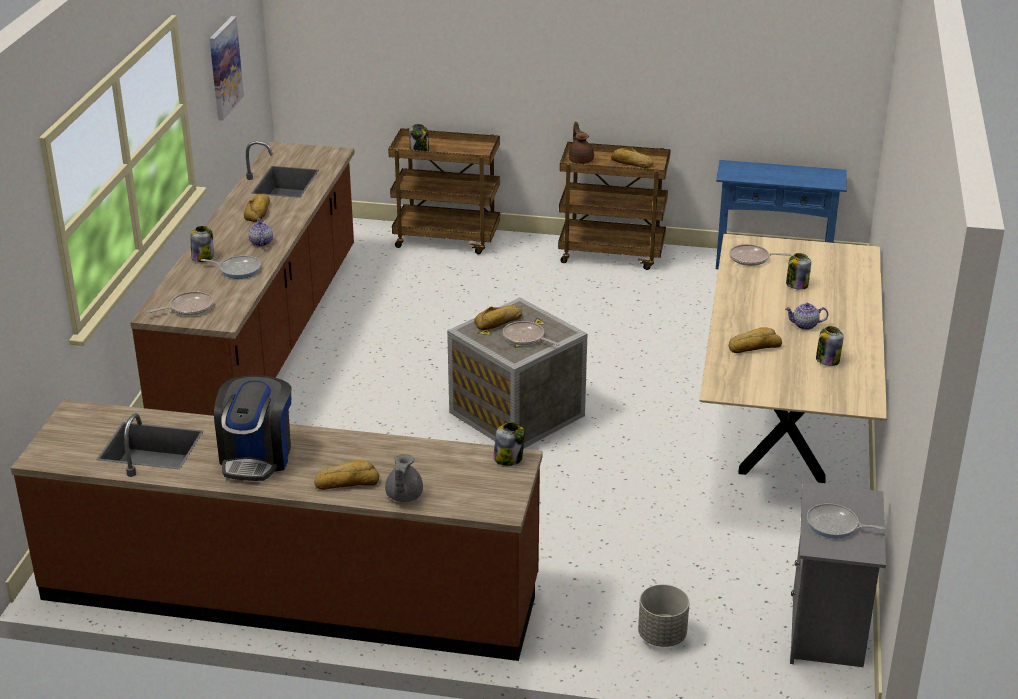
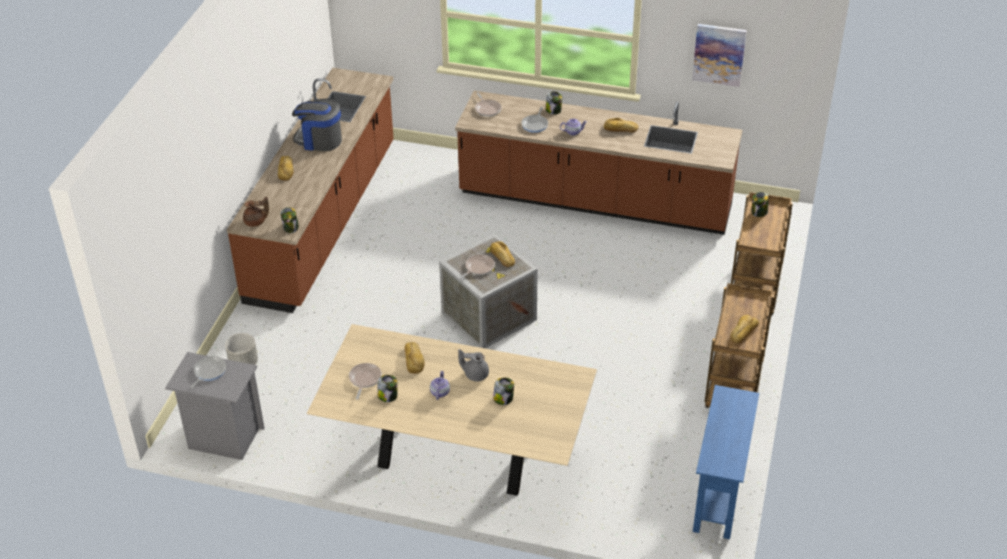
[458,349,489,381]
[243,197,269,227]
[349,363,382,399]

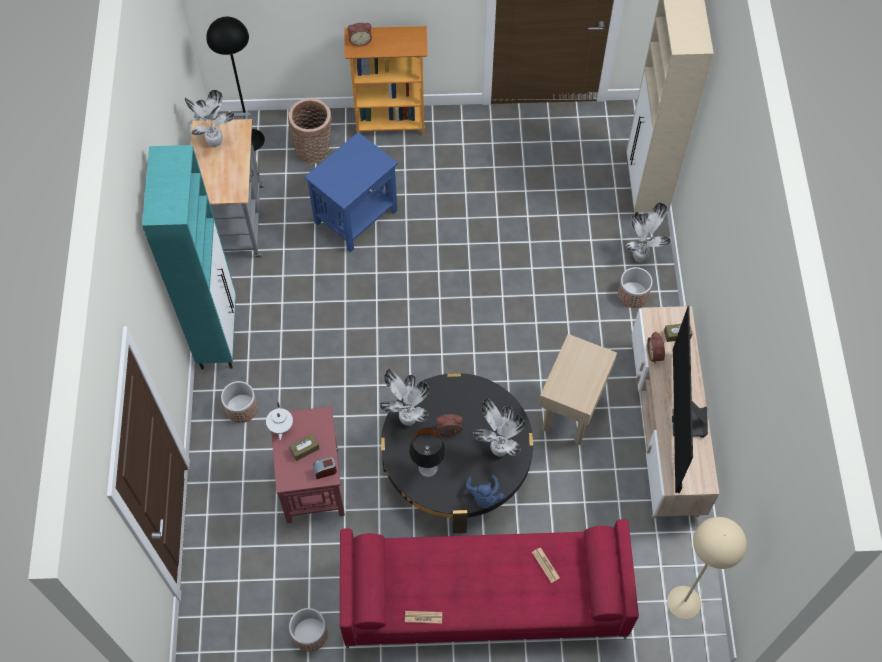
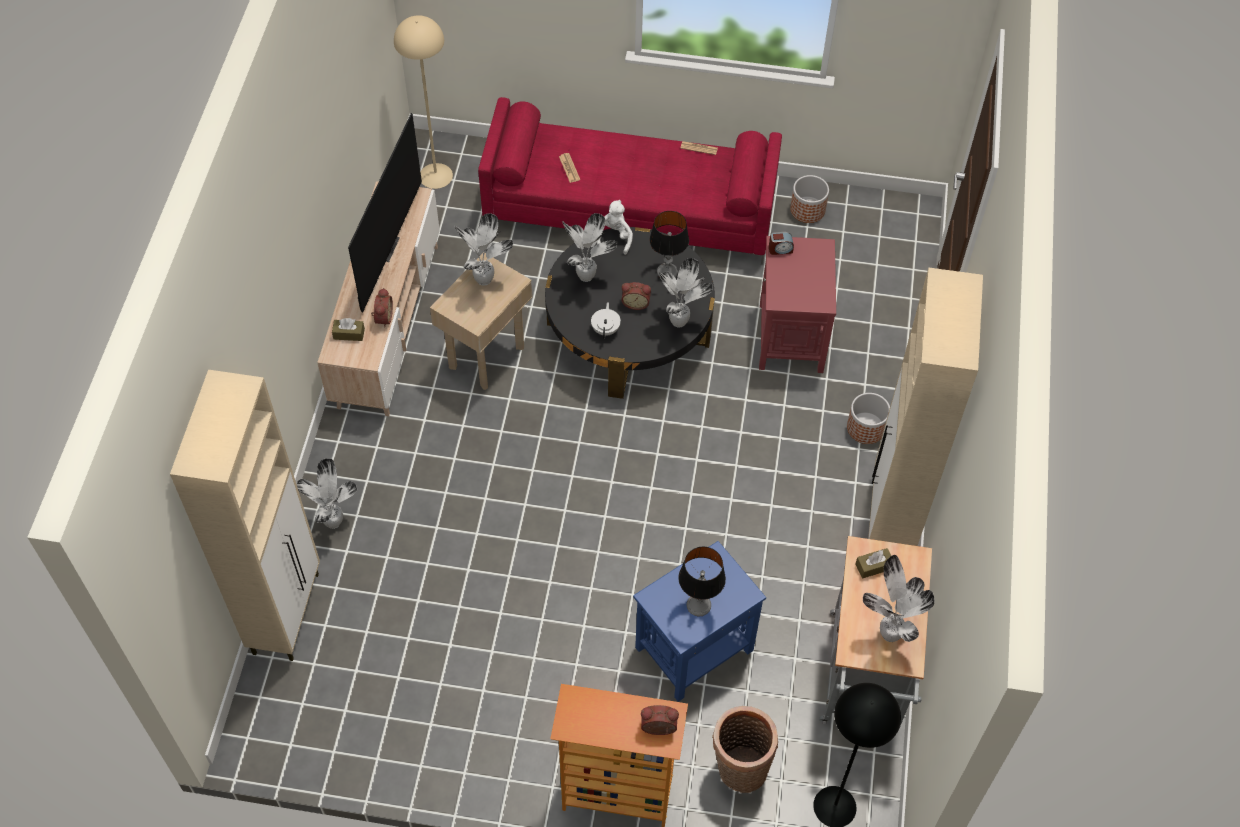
[868,268,983,546]
[591,302,621,339]
[855,548,891,579]
[597,200,633,255]
[618,267,653,308] (first image)
[454,213,513,285]
[678,547,726,616]

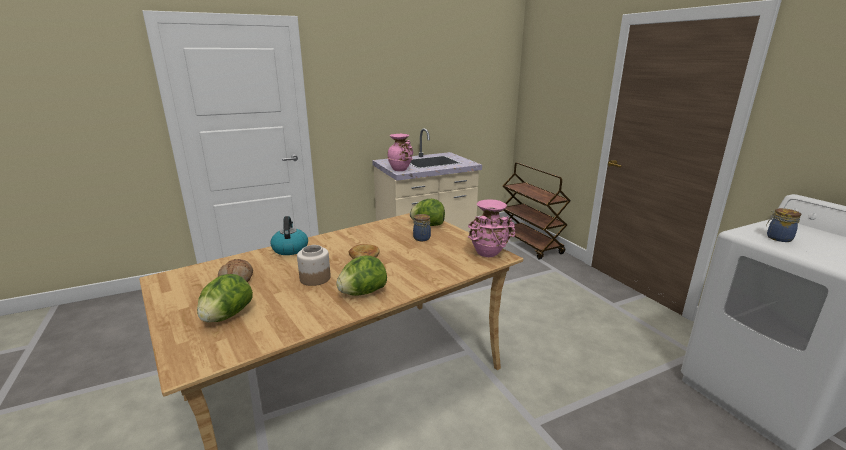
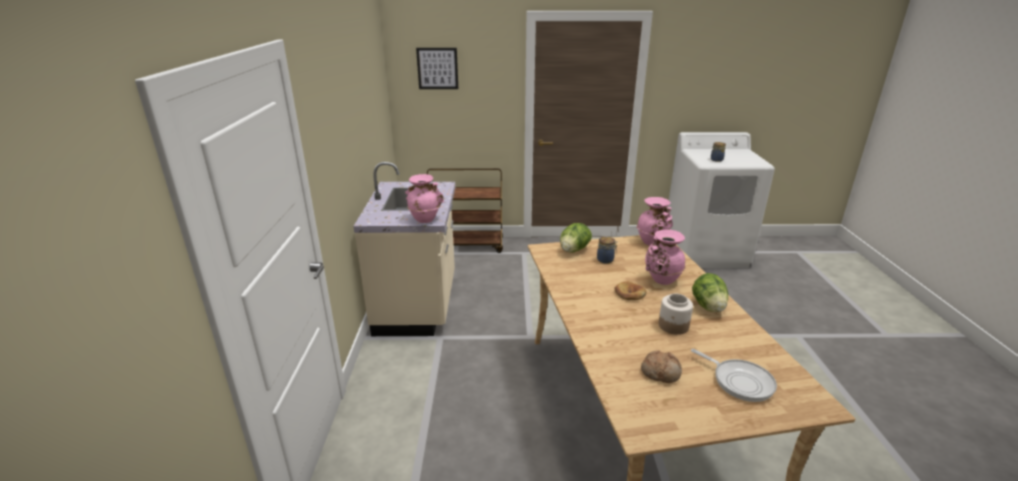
[691,349,777,402]
[271,216,308,255] (first image)
[416,48,458,89]
[645,229,685,285]

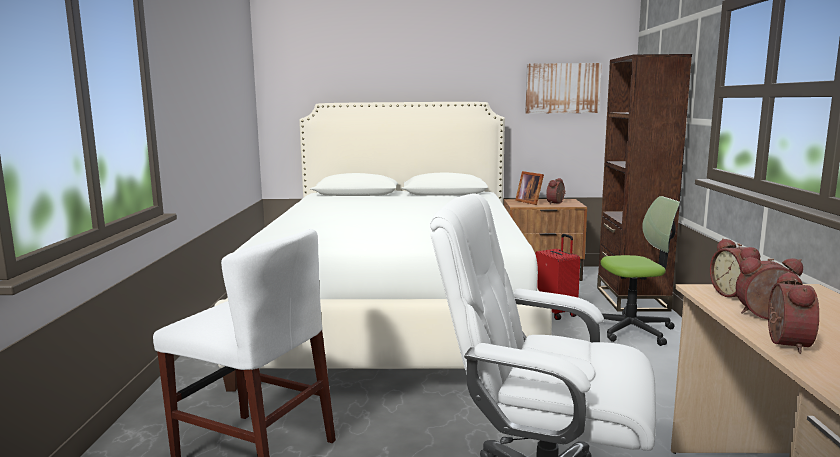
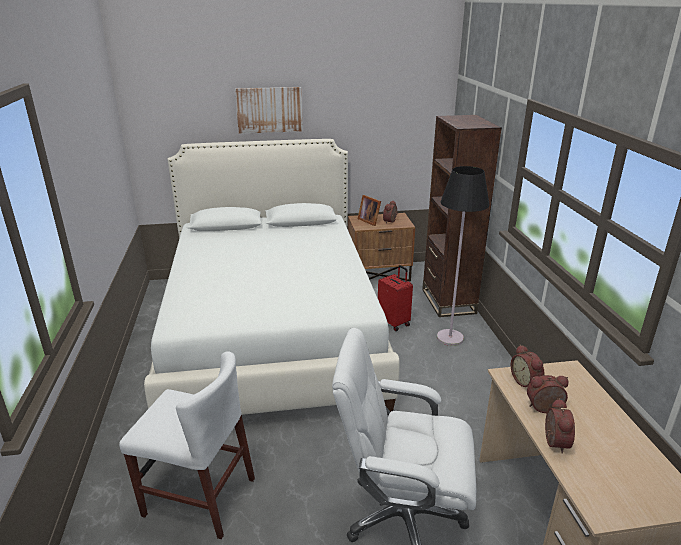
[235,87,303,134]
[437,166,489,346]

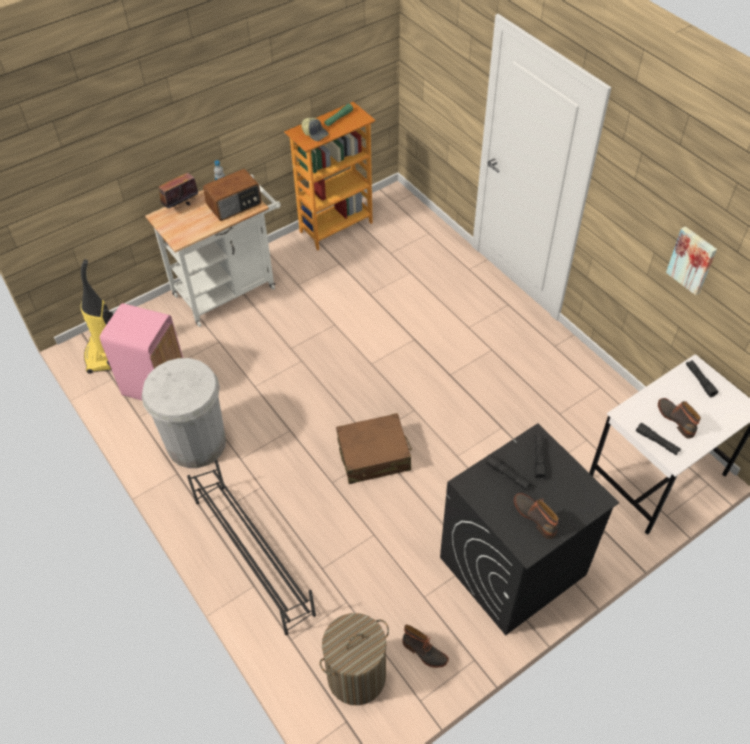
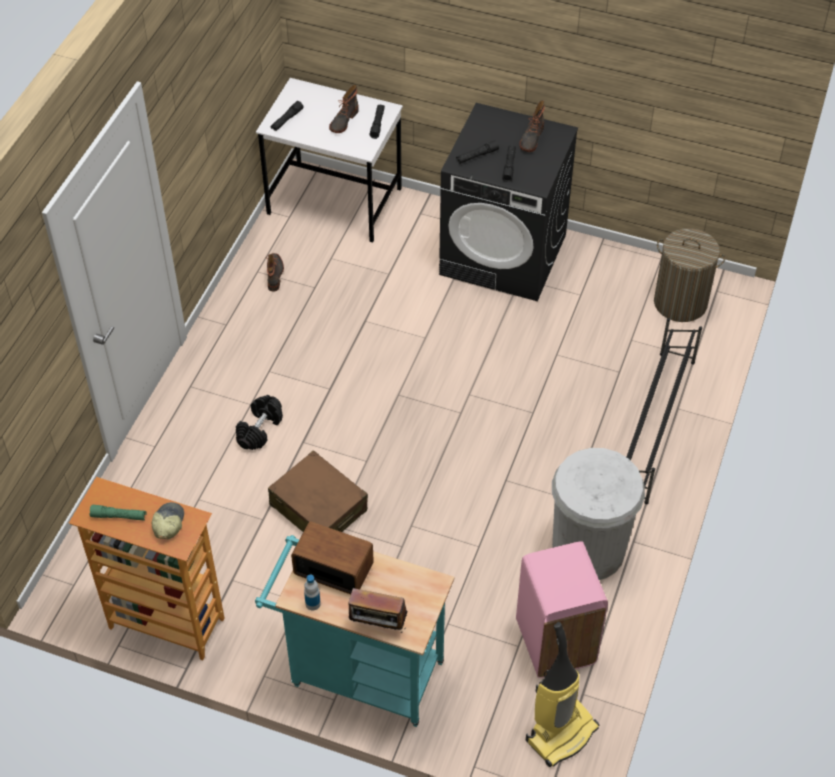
[255,535,454,727]
[268,450,368,532]
[266,253,284,292]
[666,226,717,295] (first image)
[236,395,283,450]

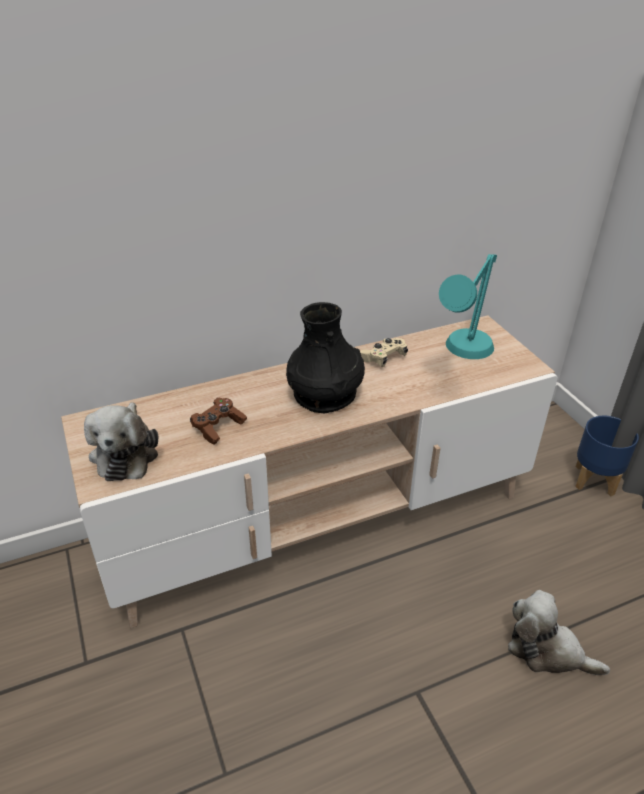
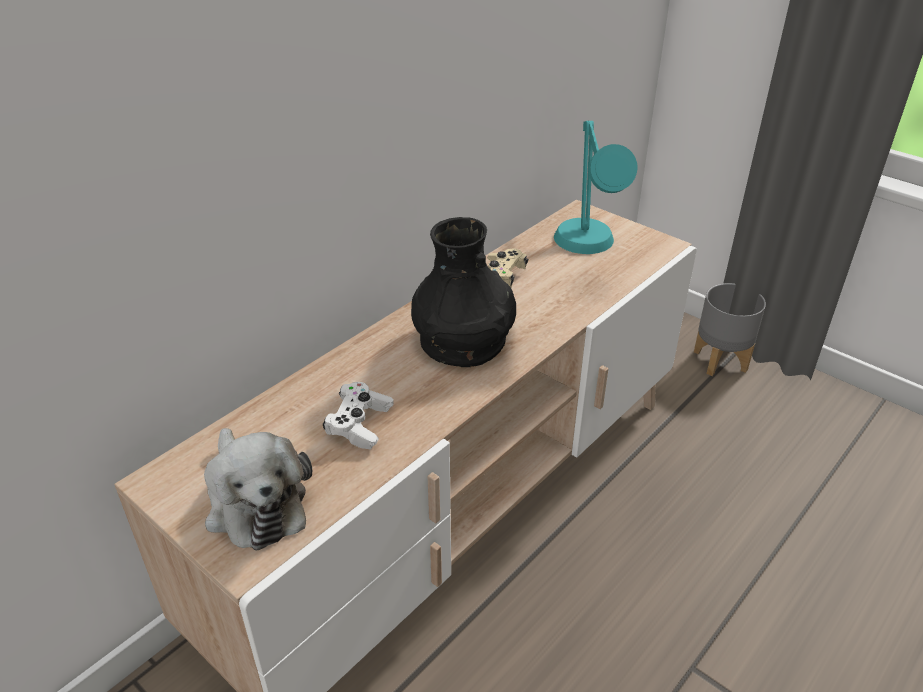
[322,382,394,450]
[508,590,610,675] (first image)
[694,283,766,376]

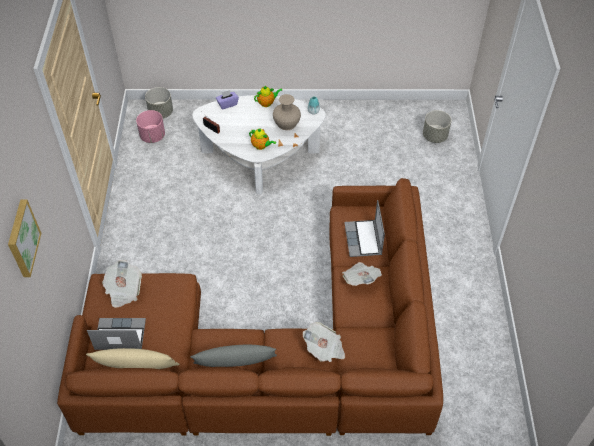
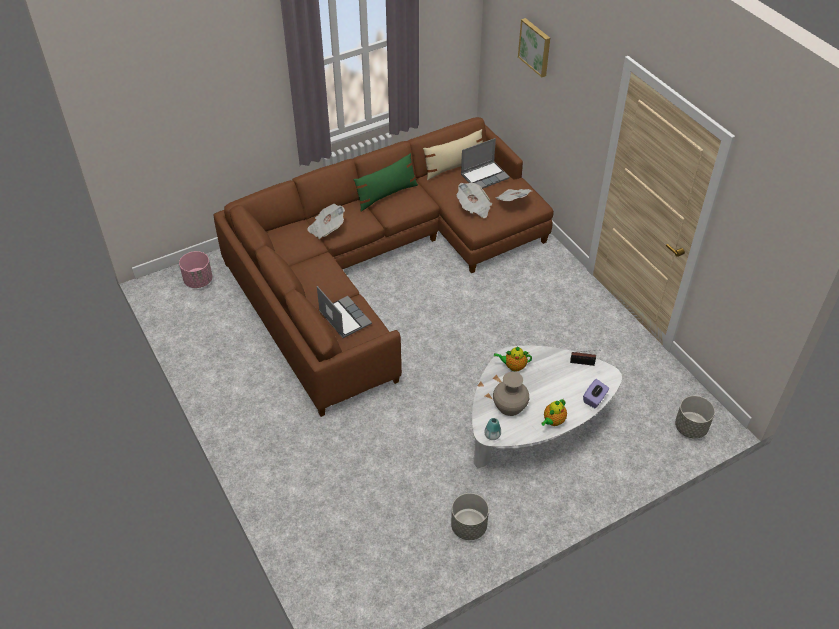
[179,251,213,288]
[354,153,418,212]
[457,182,492,218]
[451,493,489,540]

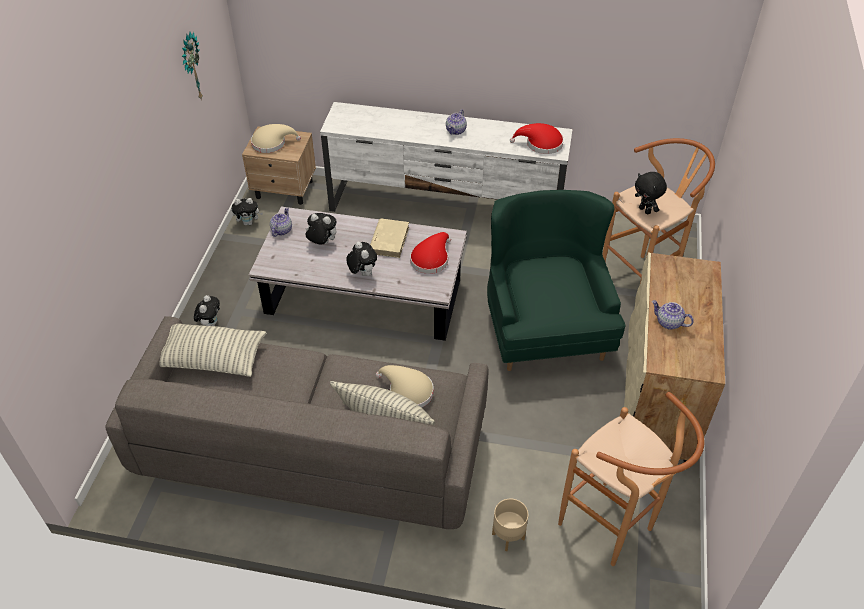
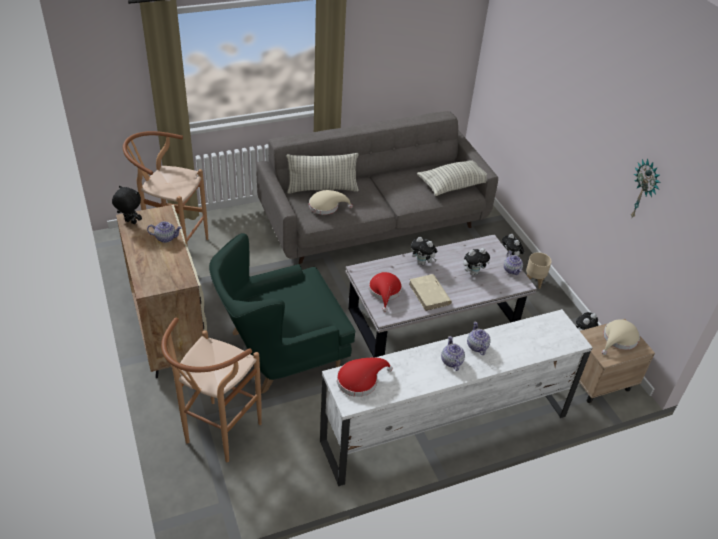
[209,233,356,394]
[526,252,552,289]
[112,186,142,224]
[467,322,491,355]

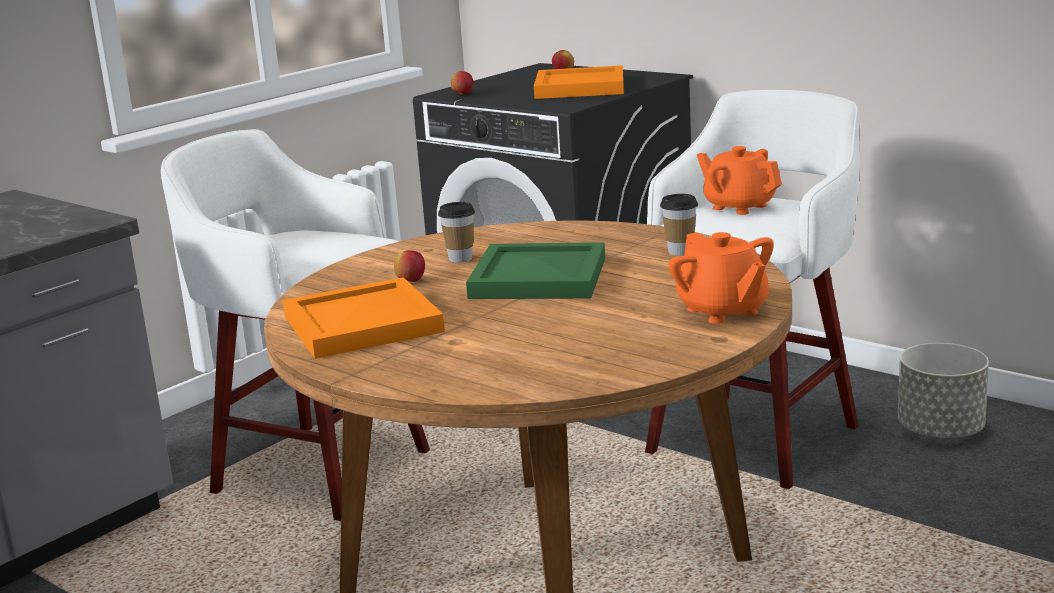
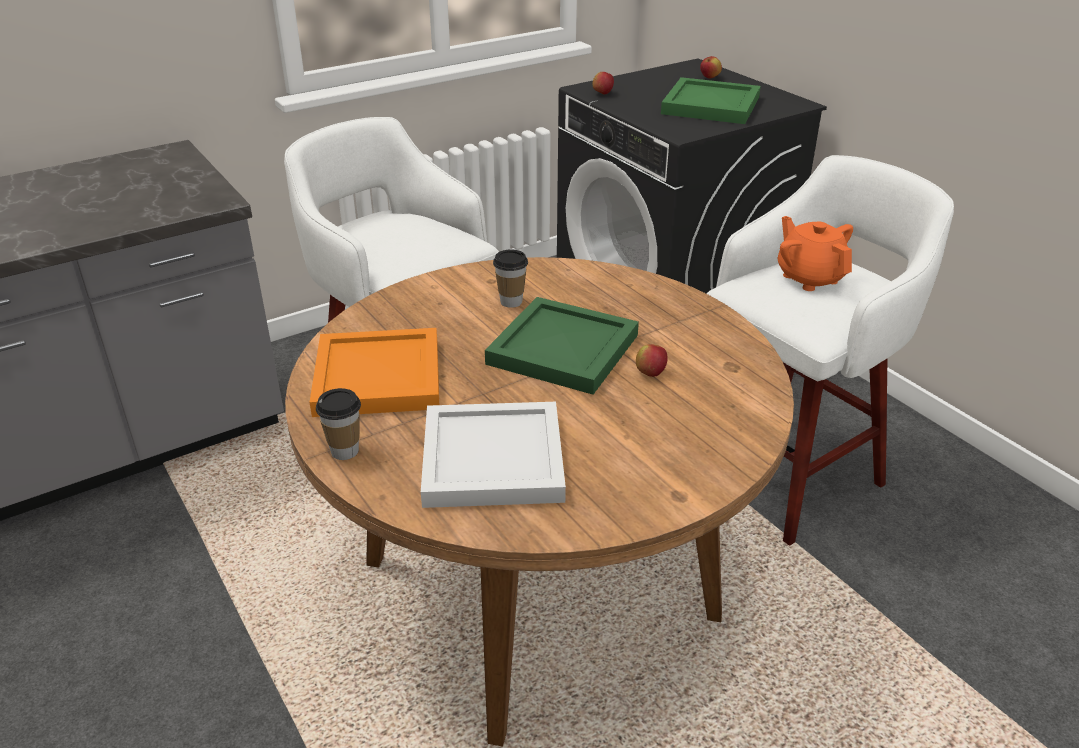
[636,344,668,377]
[661,77,761,124]
[316,388,361,460]
[669,232,774,324] (first image)
[898,343,989,440] (first image)
[421,402,566,508]

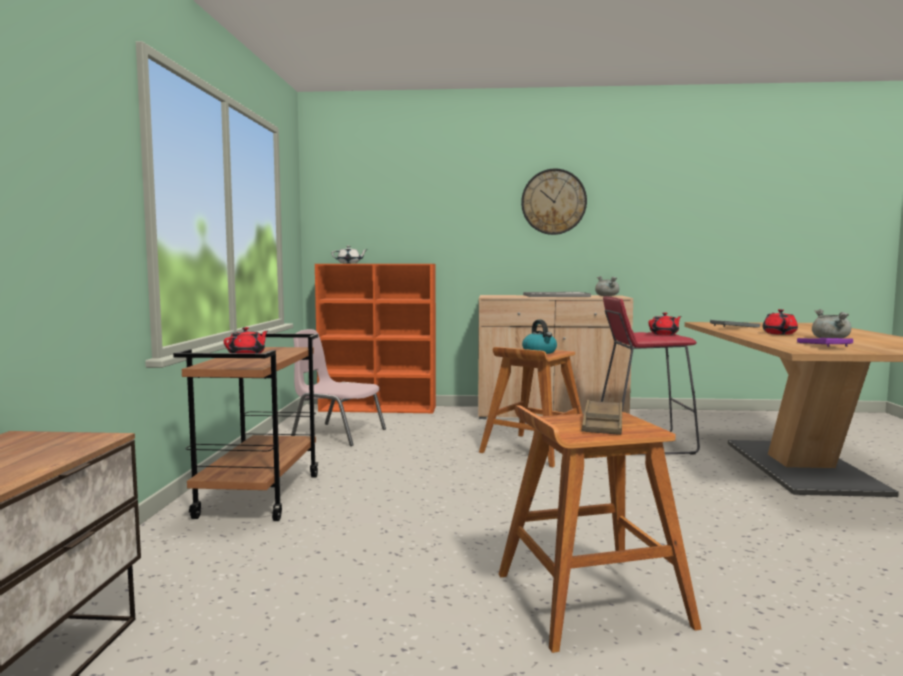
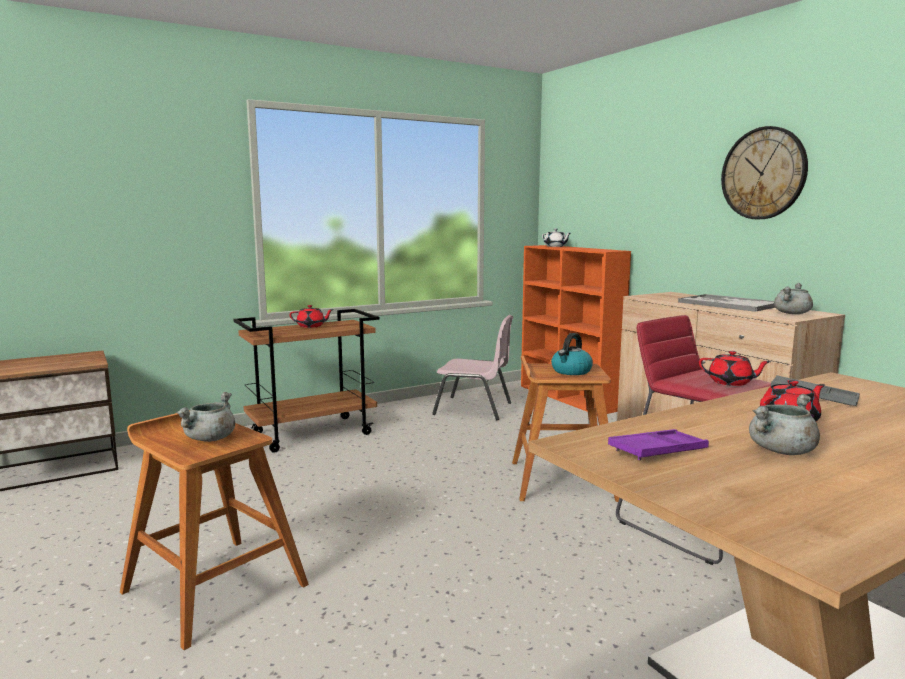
[432,315,513,420]
[176,392,235,442]

